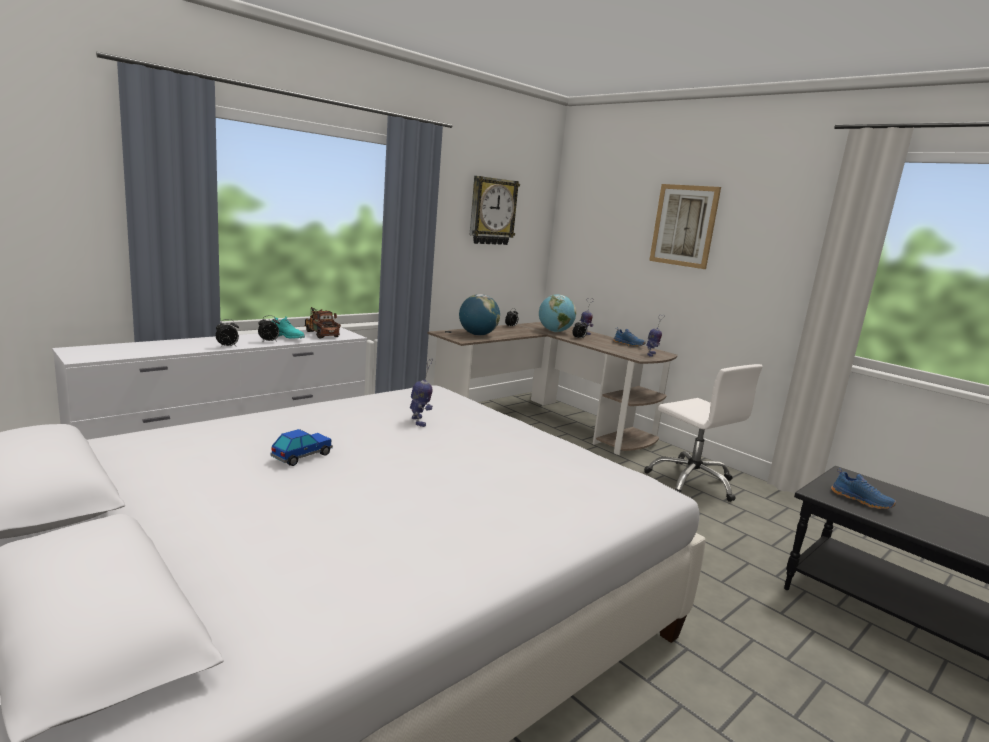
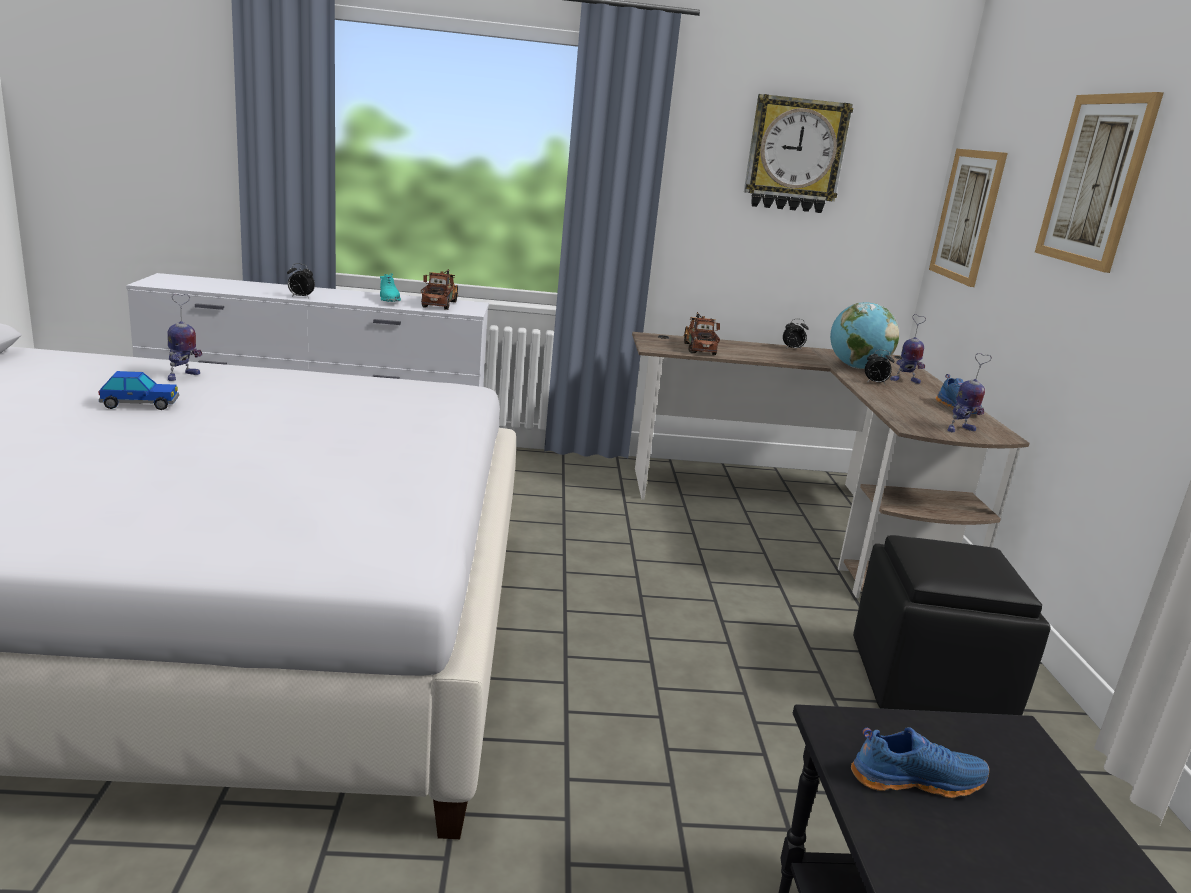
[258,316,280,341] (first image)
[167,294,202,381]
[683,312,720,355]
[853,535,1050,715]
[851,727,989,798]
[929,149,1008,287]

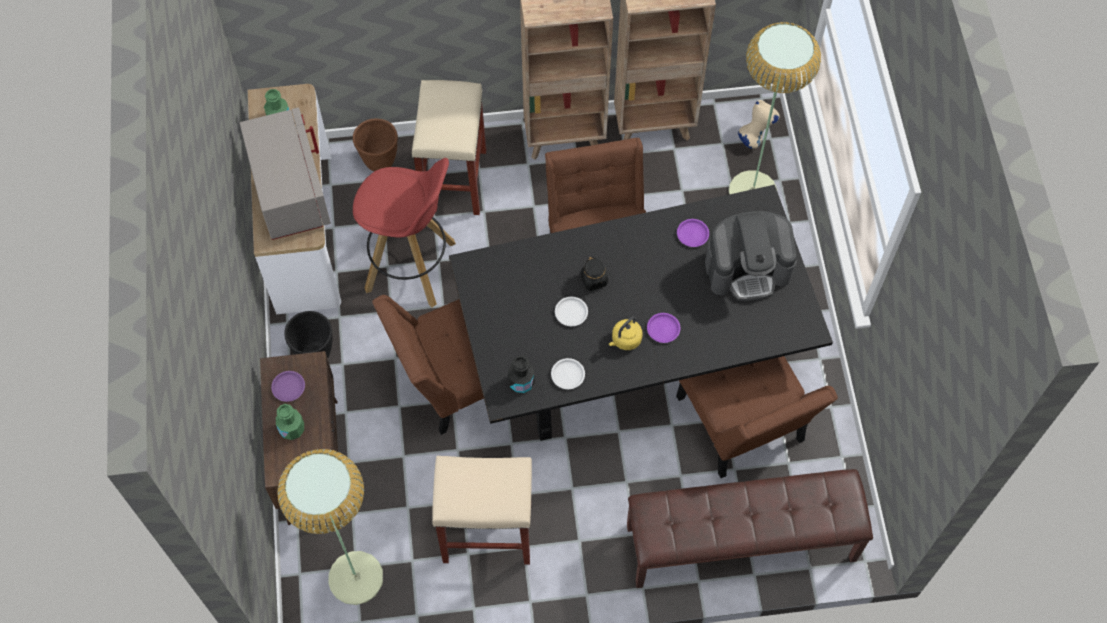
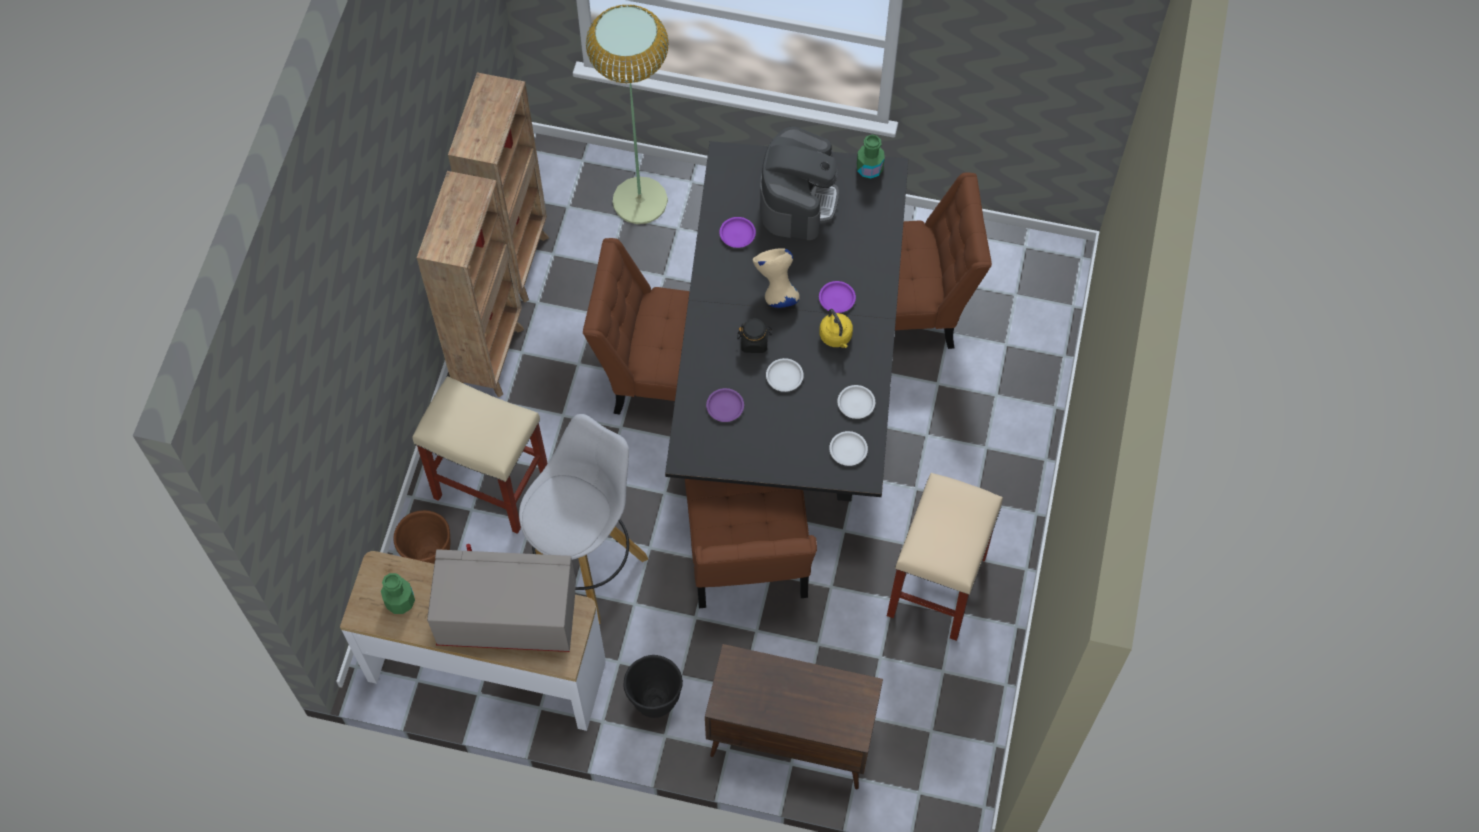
[706,388,744,422]
[857,135,885,179]
[277,449,383,605] (first image)
[519,414,648,624]
[829,431,868,466]
[627,469,873,588] (first image)
[753,248,800,308]

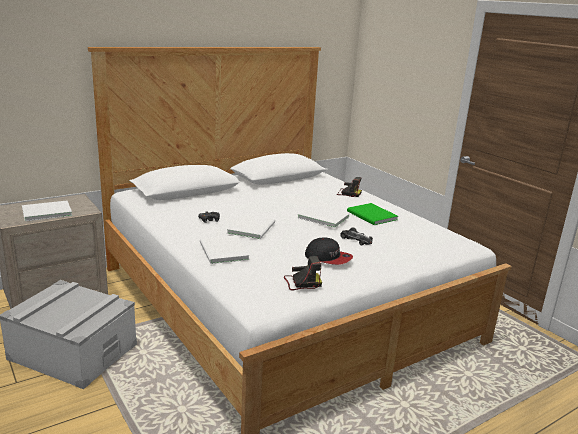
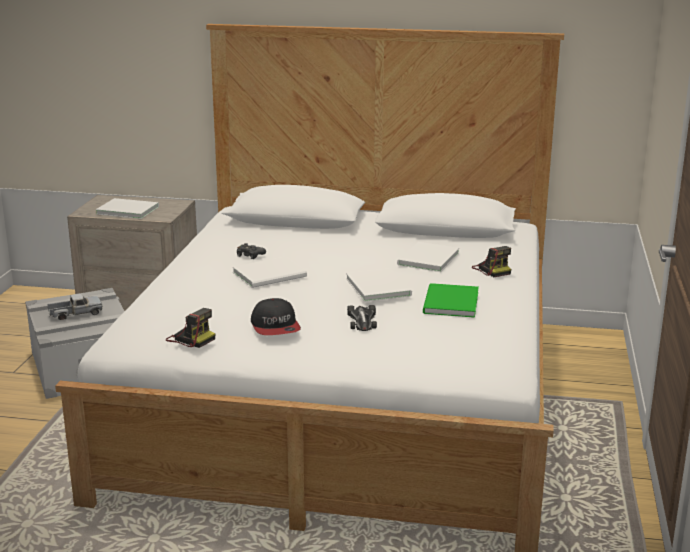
[397,242,459,272]
[47,294,103,320]

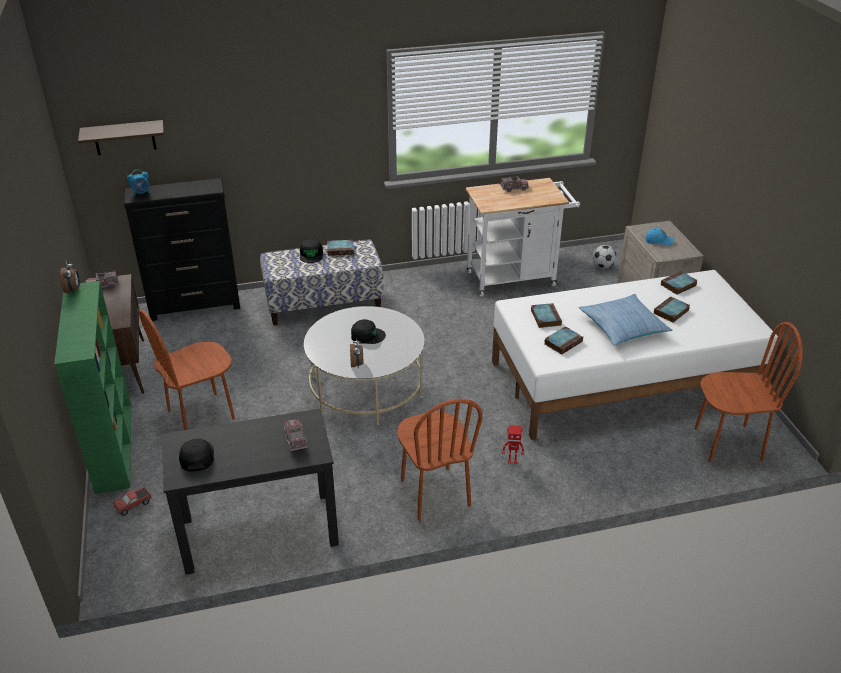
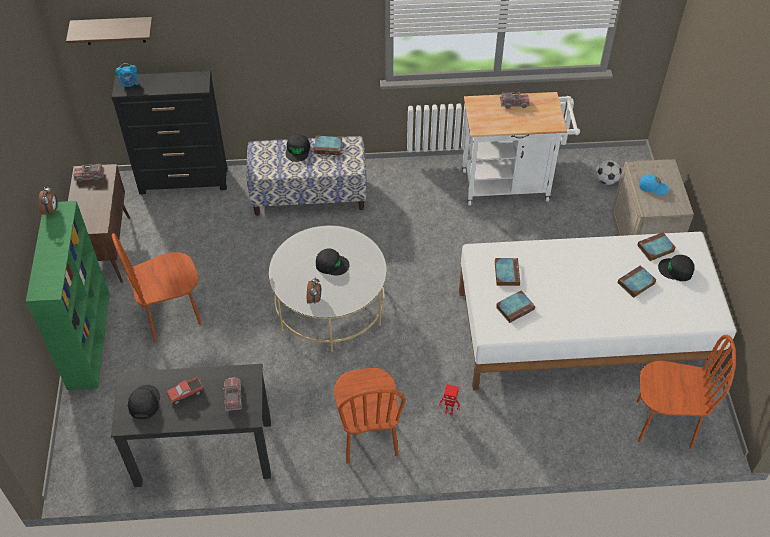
[166,377,204,405]
[579,294,672,346] (first image)
[658,255,695,281]

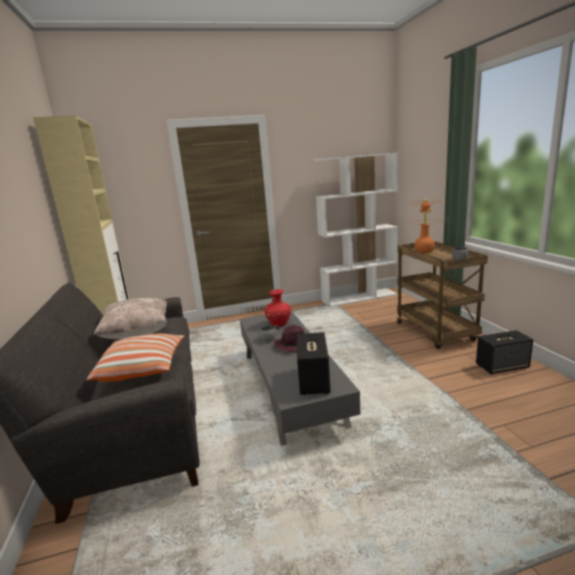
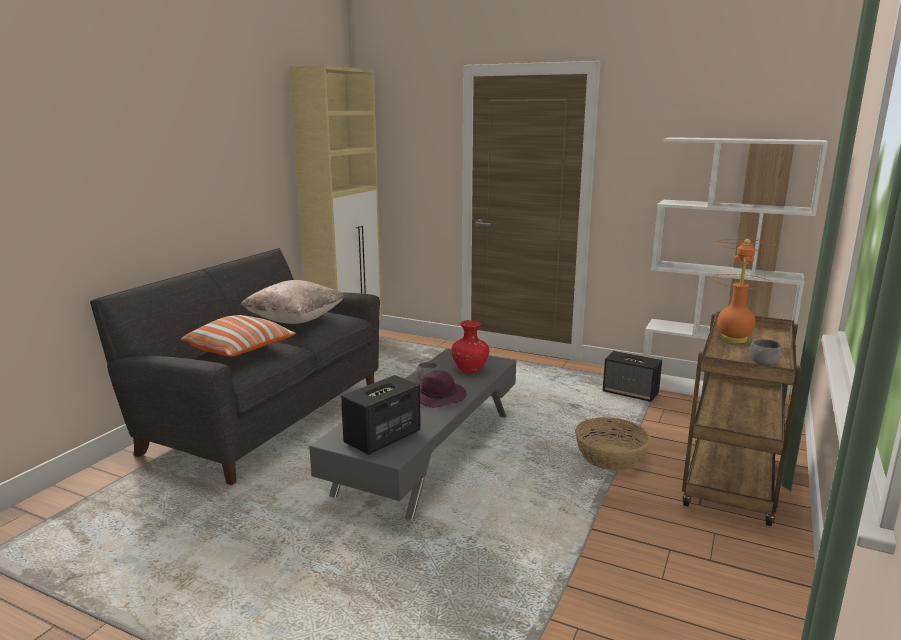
[603,351,662,402]
[575,417,651,471]

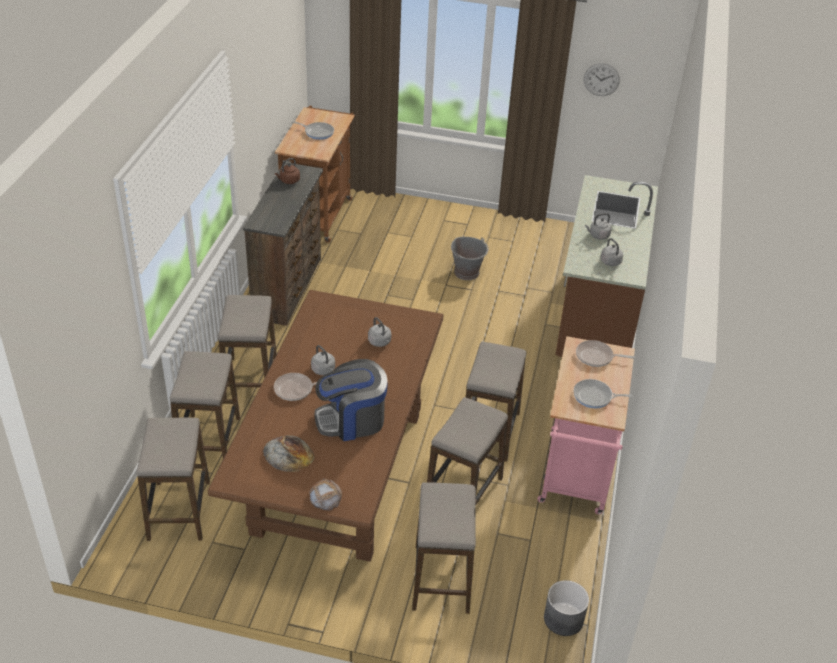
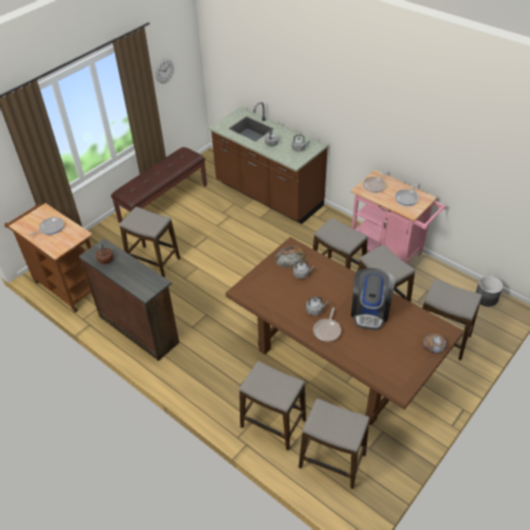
[120,207,180,278]
[275,246,306,268]
[451,237,489,280] (first image)
[111,147,207,223]

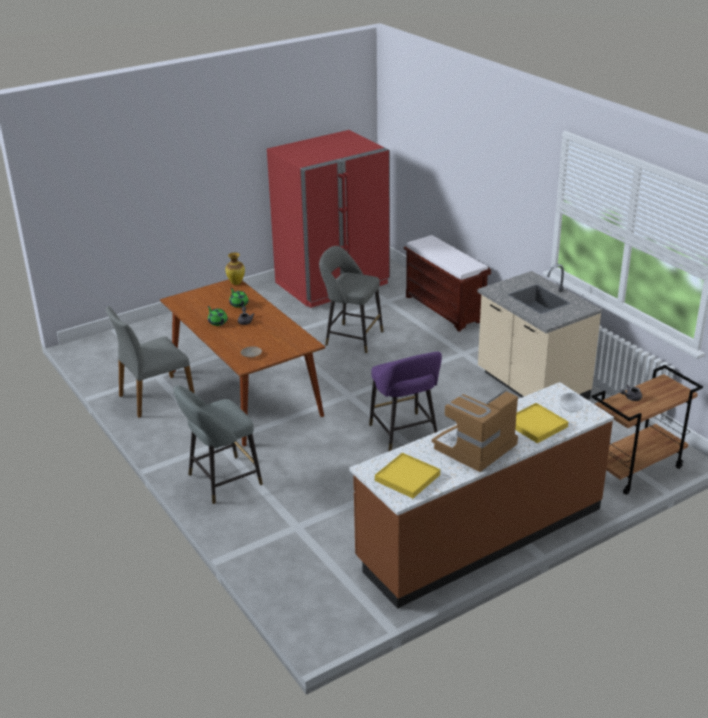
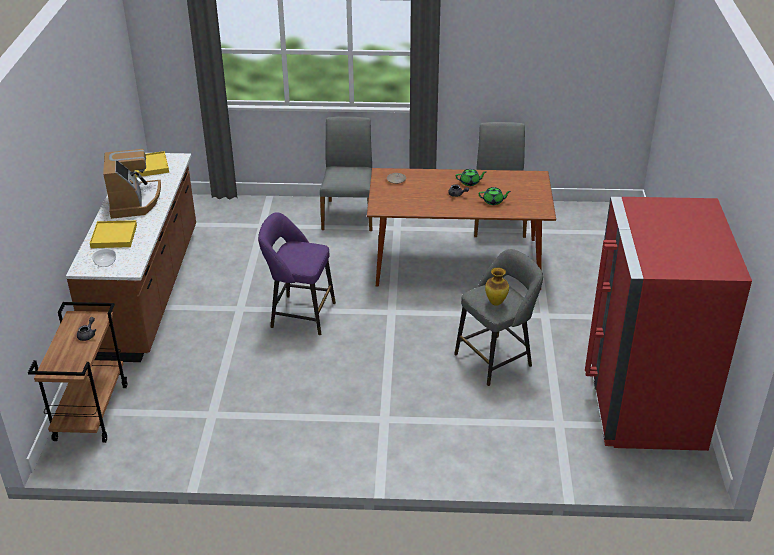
[320,117,372,231]
[485,267,509,306]
[404,235,491,332] (first image)
[477,264,602,400] (first image)

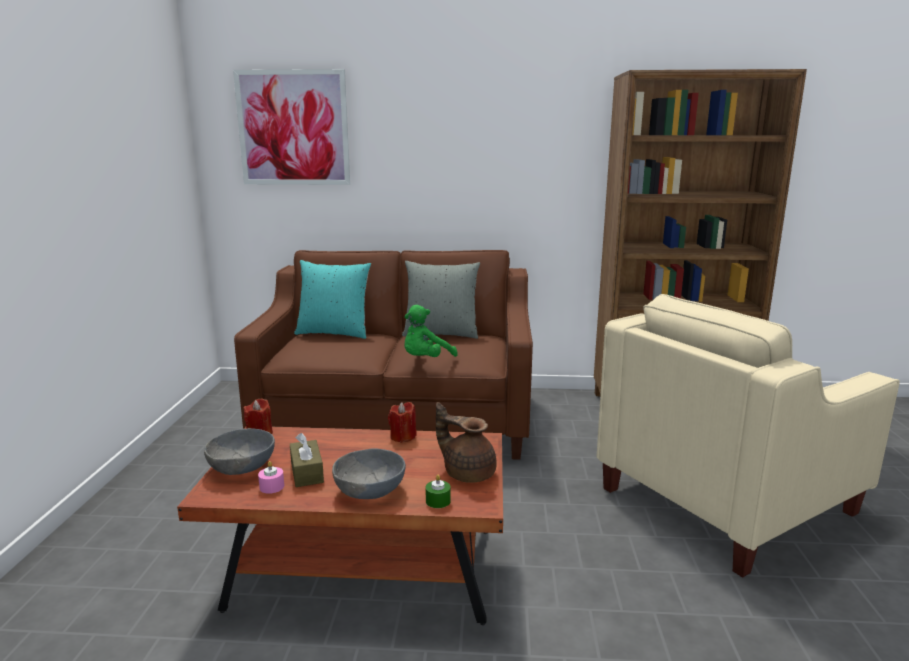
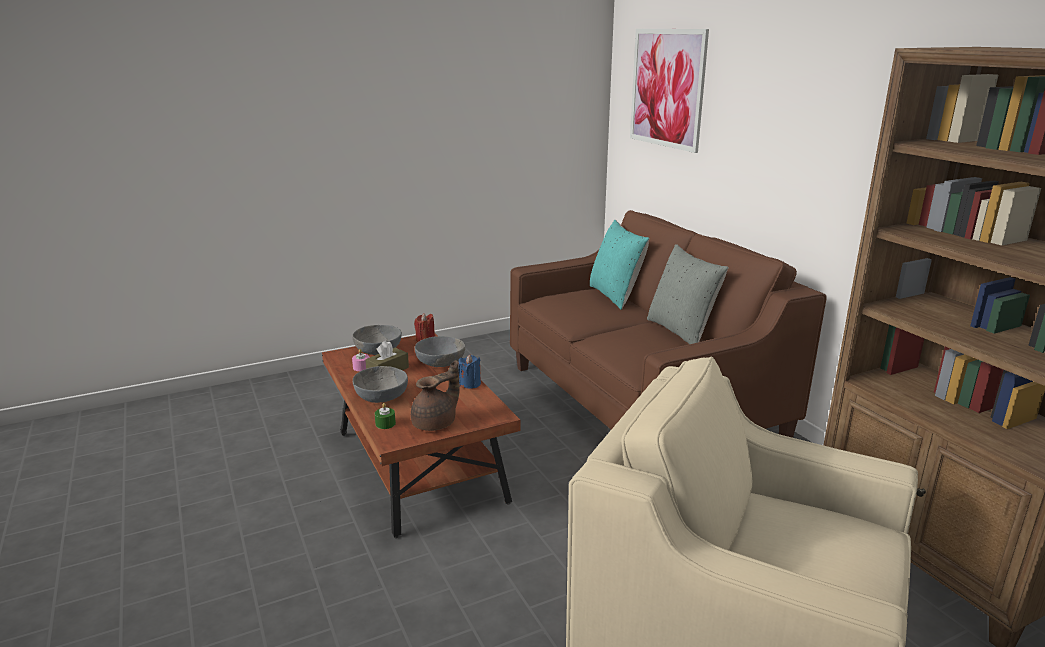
[458,354,481,389]
[404,305,457,357] (first image)
[411,360,460,431]
[415,336,465,367]

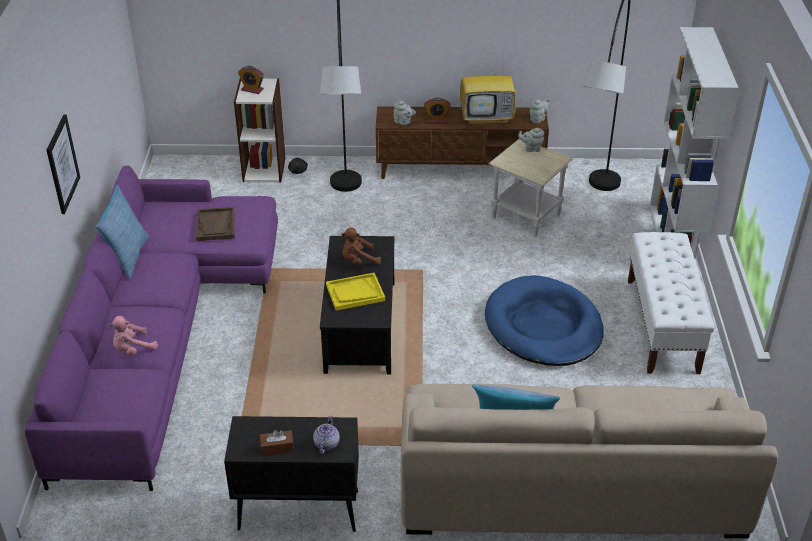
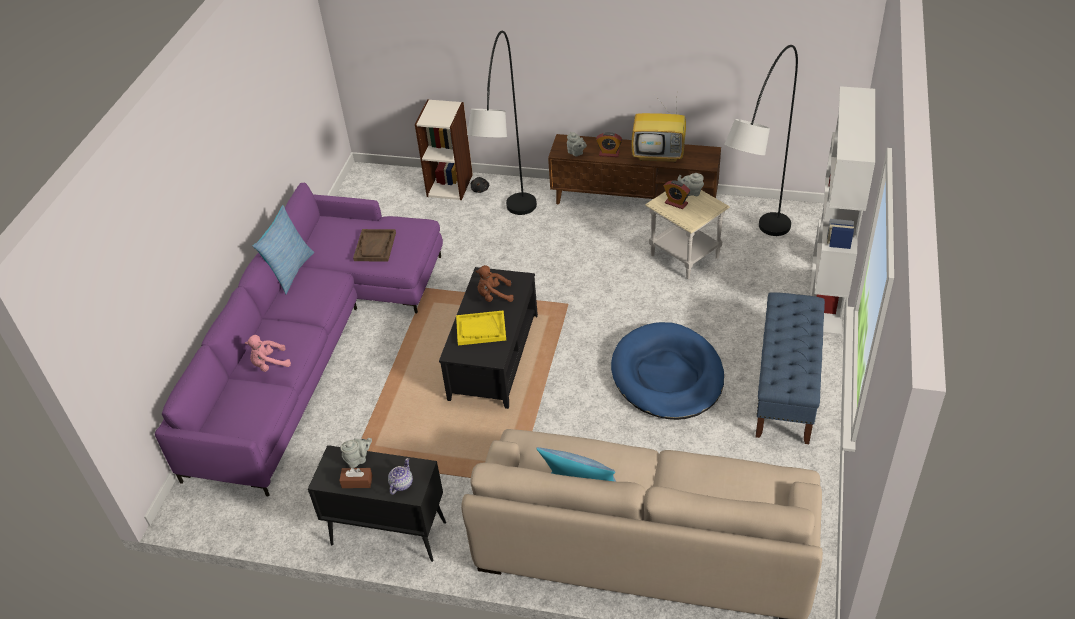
[46,114,80,214] (first image)
[664,181,690,209]
[340,438,372,468]
[756,292,825,444]

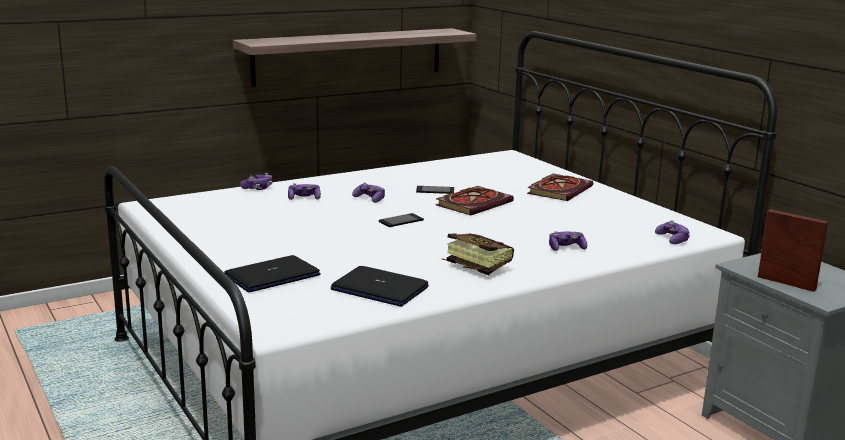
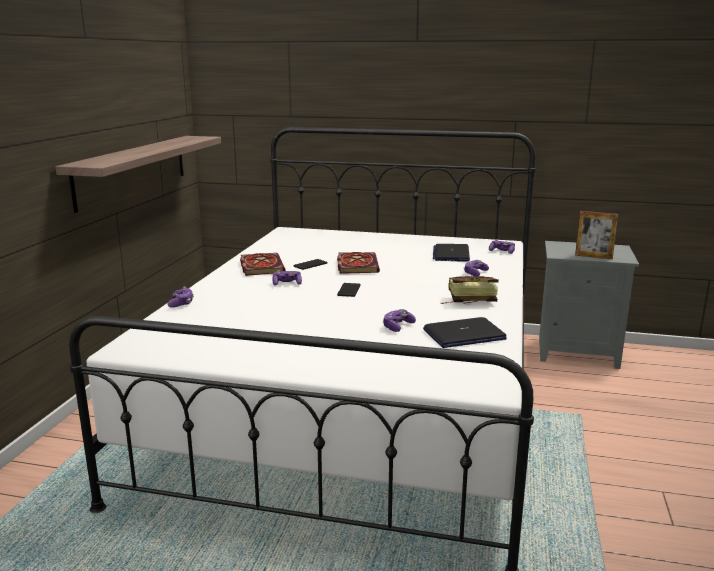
[433,244,470,262]
[383,309,416,332]
[240,253,286,276]
[575,211,618,259]

